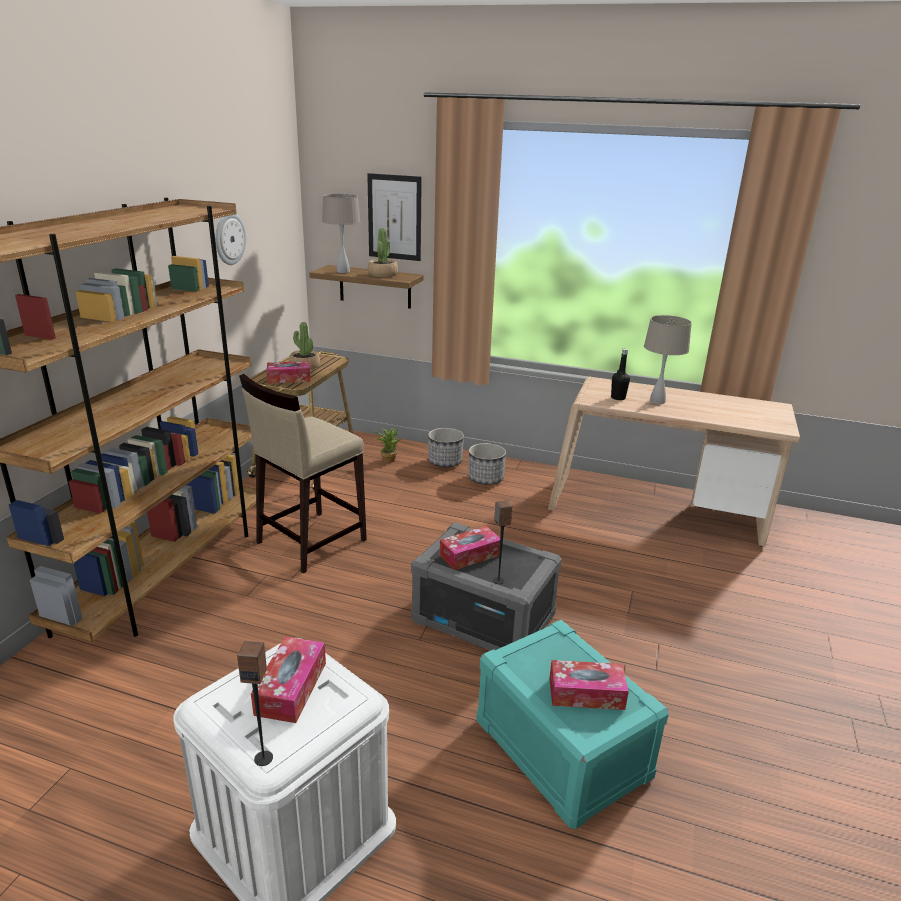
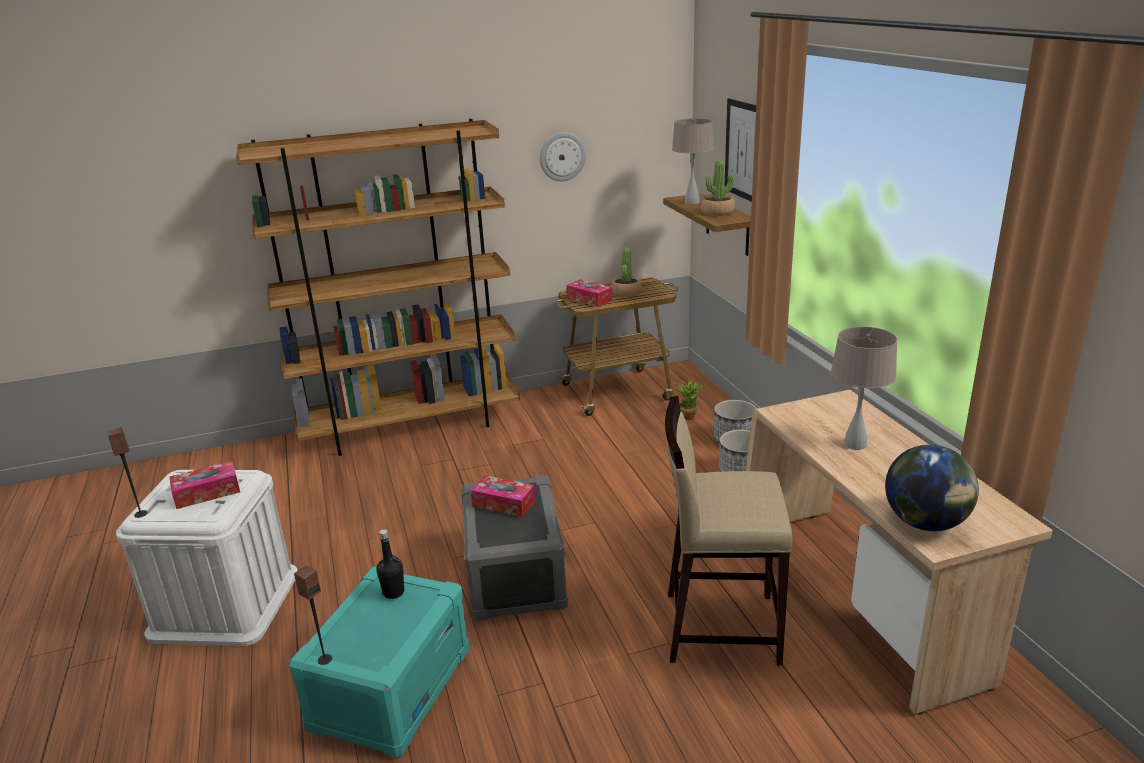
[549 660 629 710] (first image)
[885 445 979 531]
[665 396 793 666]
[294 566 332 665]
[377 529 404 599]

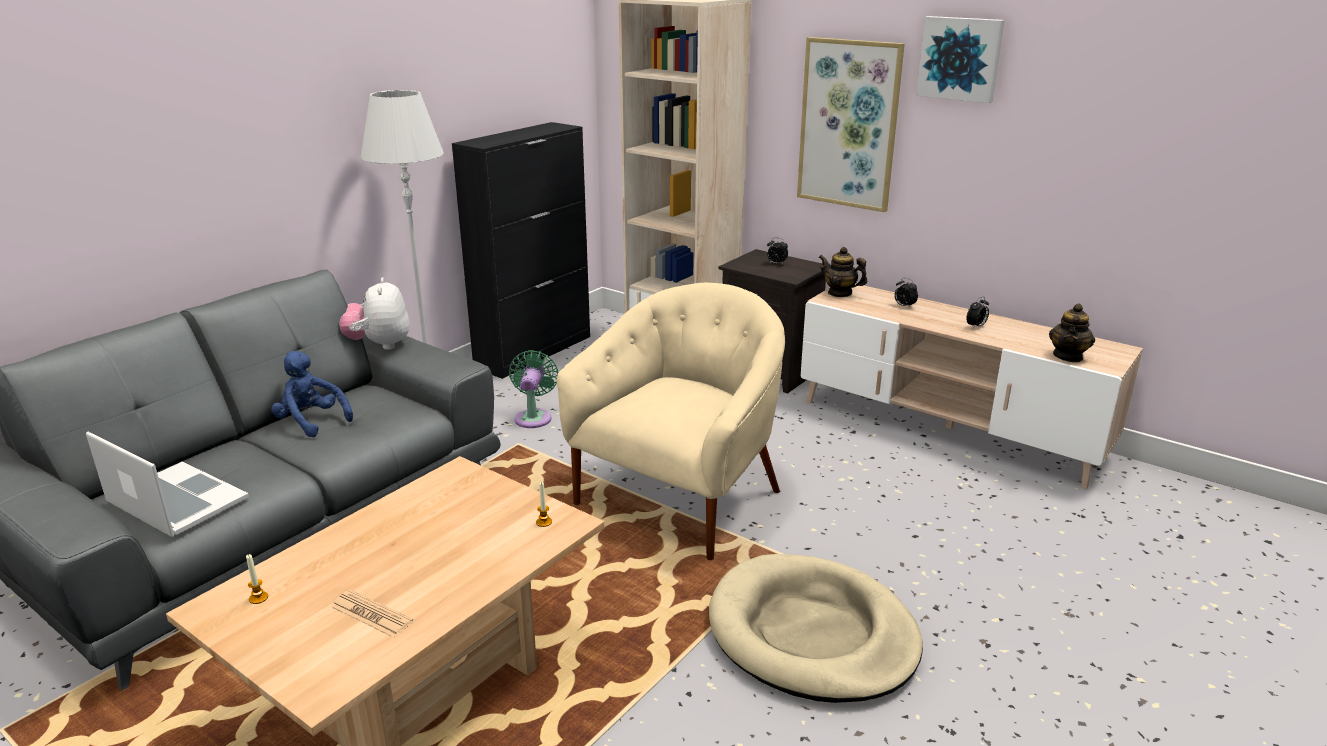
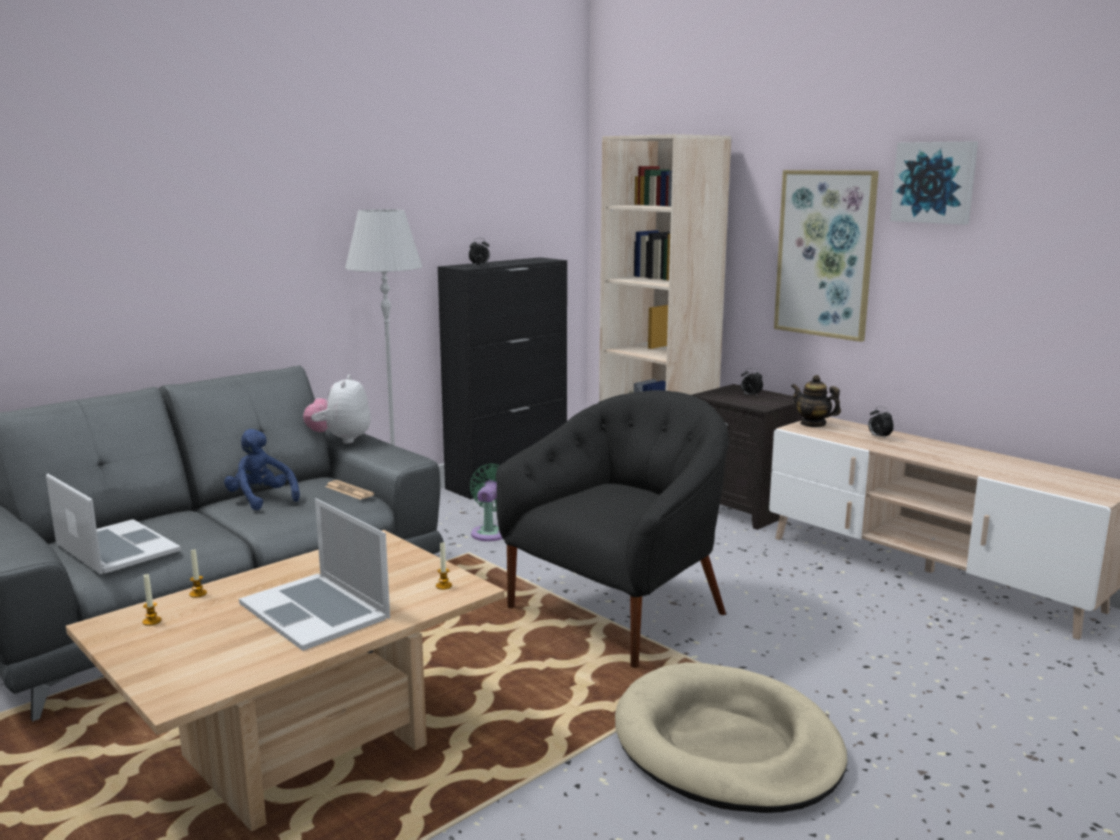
[1049 303 1095 362] (first image)
[189 549 207 598]
[239 498 390 651]
[325 480 374 500]
[469 238 490 266]
[496 390 729 668]

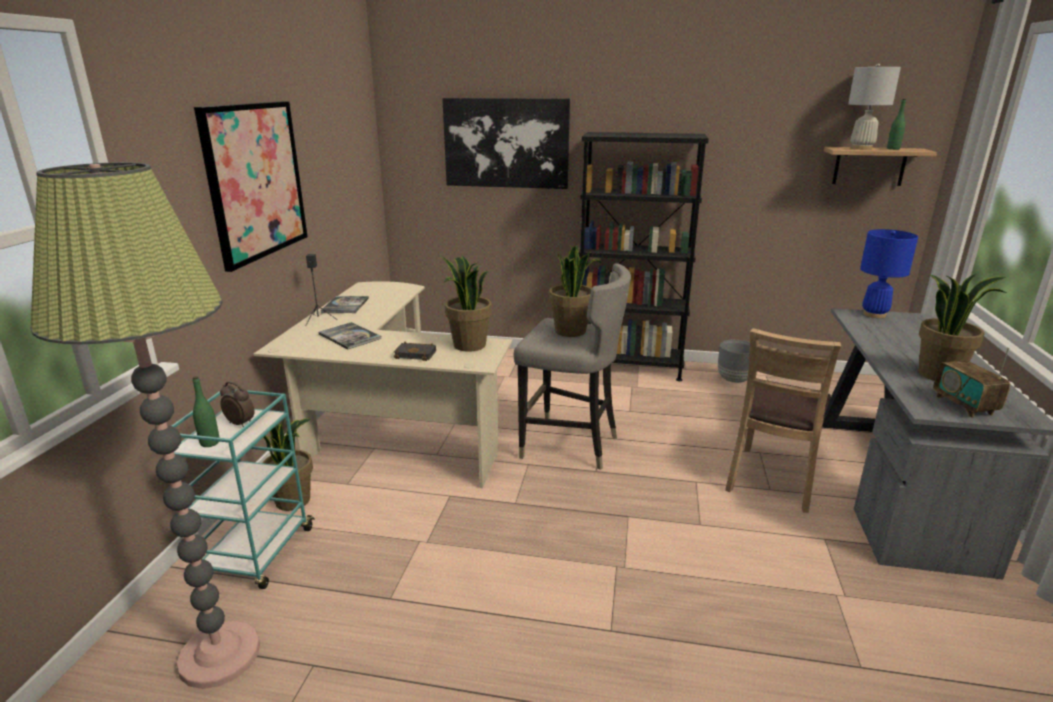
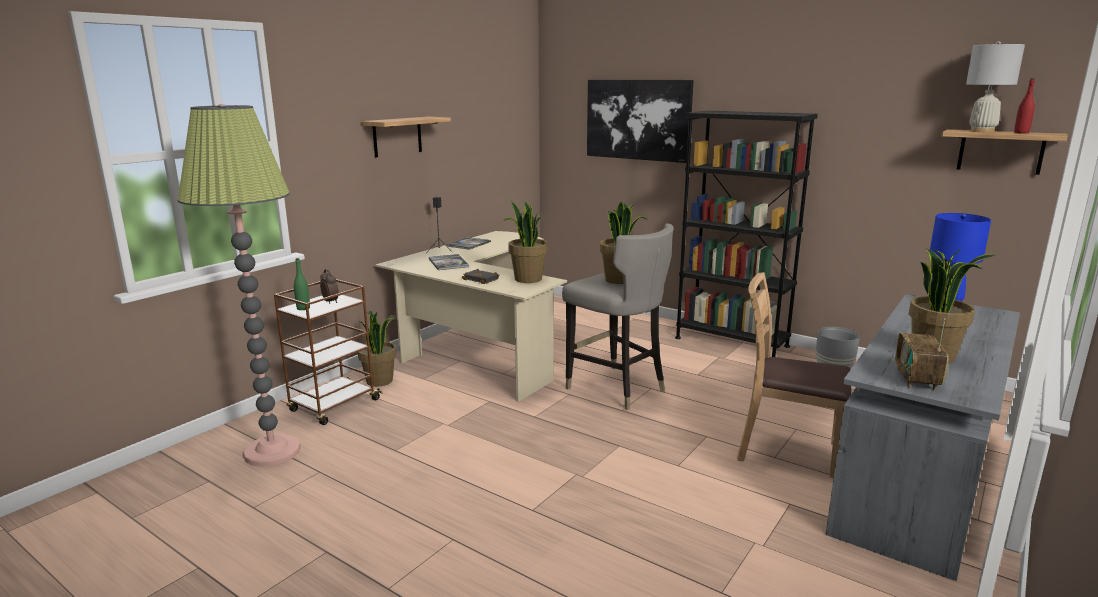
[361 117 451 157]
[274 279 383 425]
[1014 78 1035 133]
[737 272 851 478]

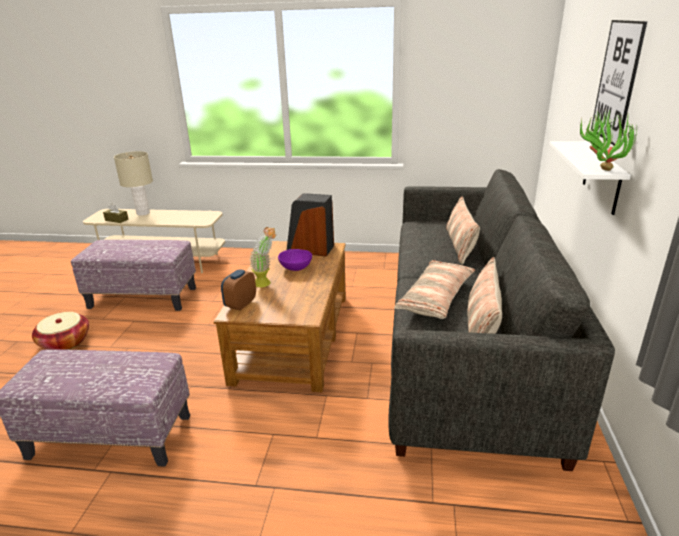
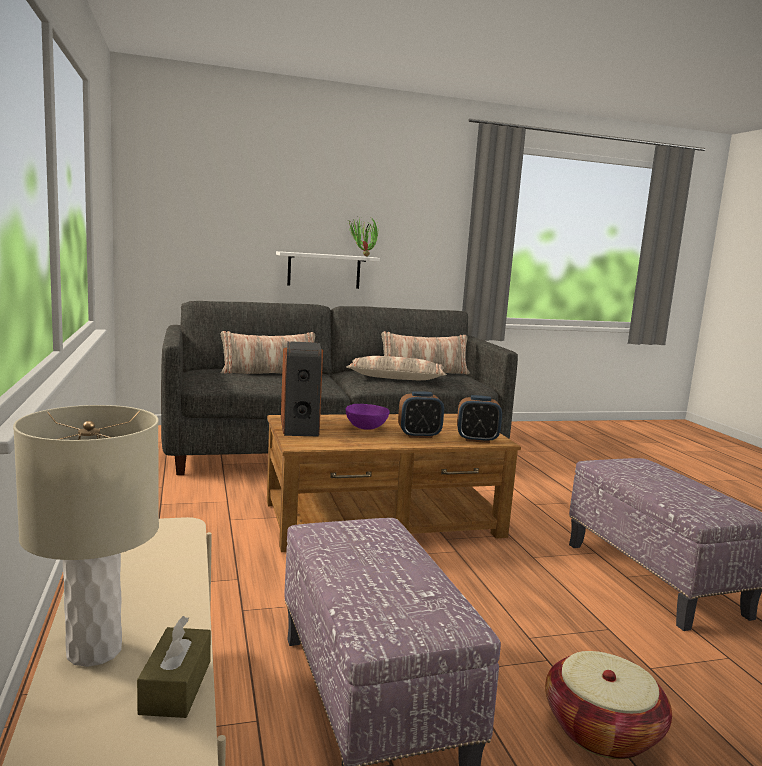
[591 20 647 145] (first image)
[398 391 444 438]

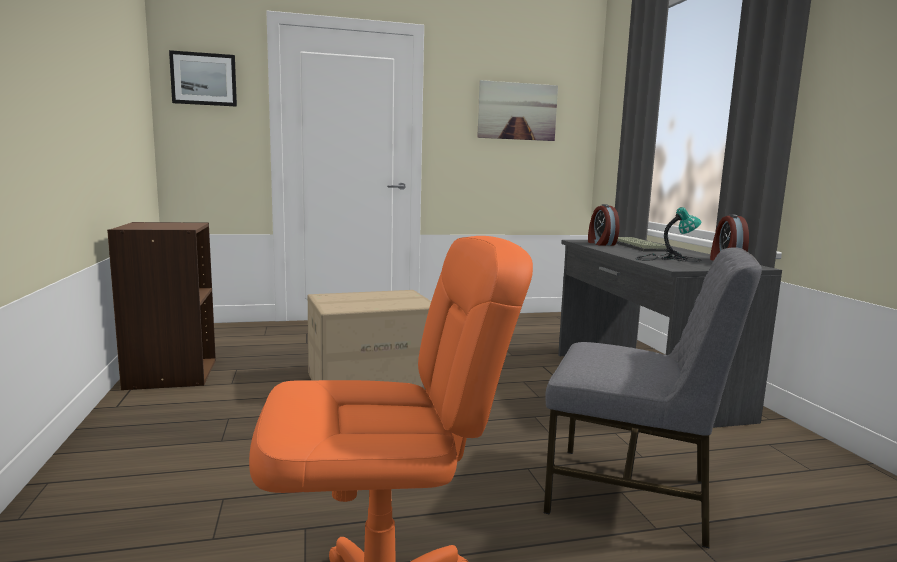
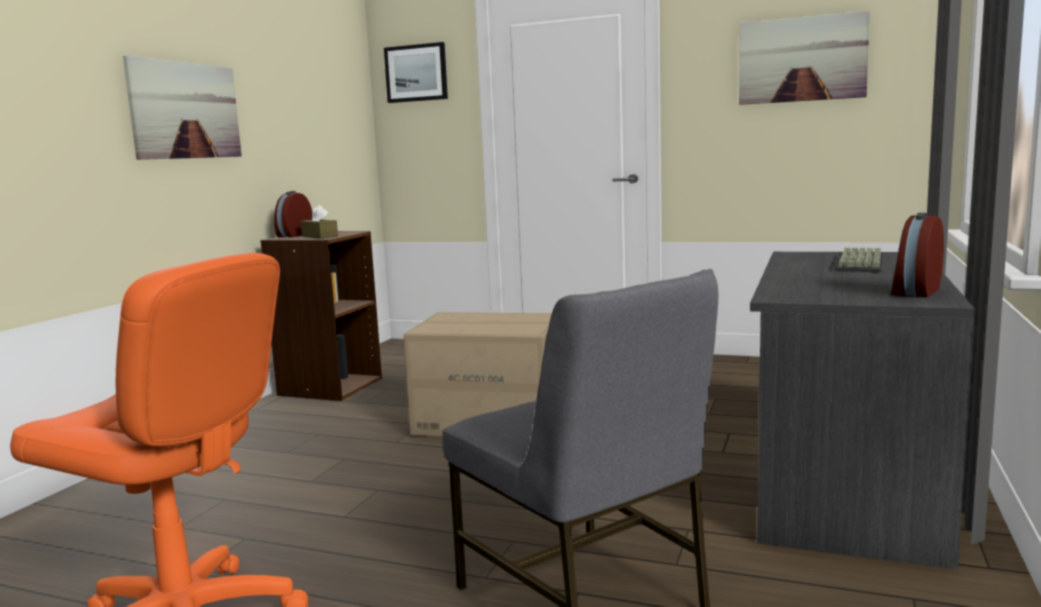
[635 207 701 262] (first image)
[123 55 242 160]
[301 205 338 239]
[274 191 313 237]

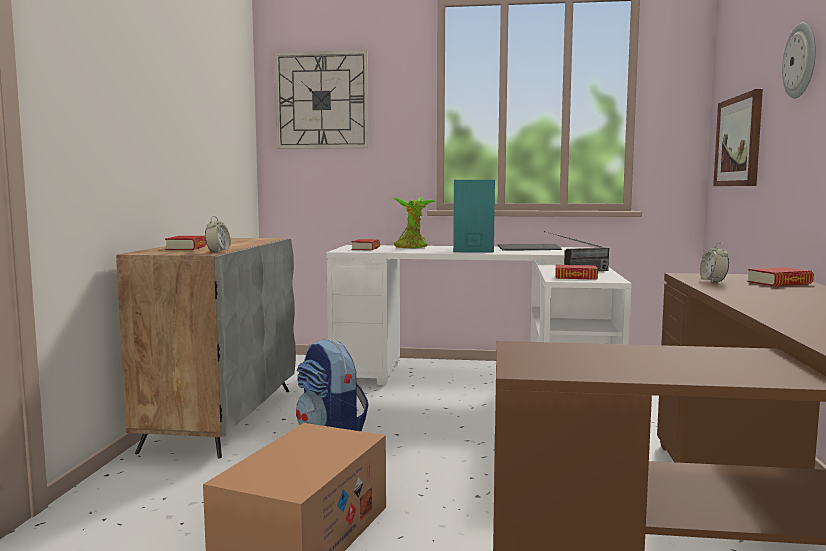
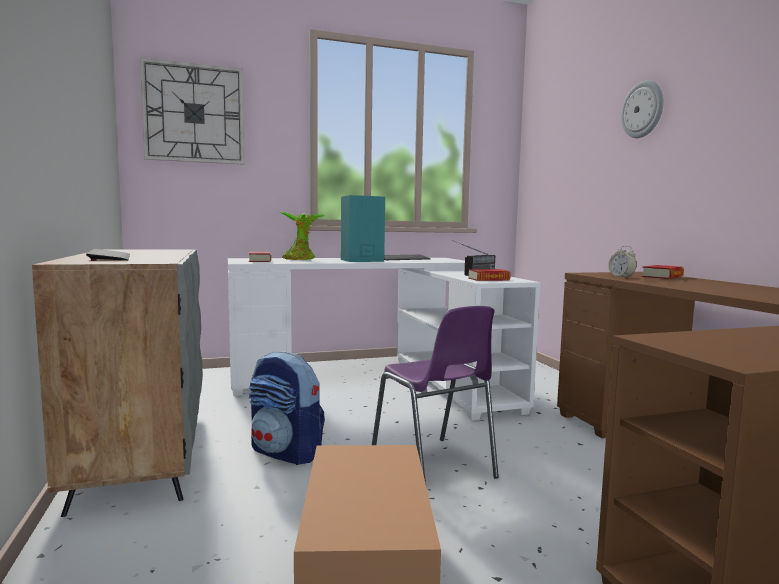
[205 216 231 253] (first image)
[713 89 763 186] (first image)
[372 306 499 483]
[86 249 130 261]

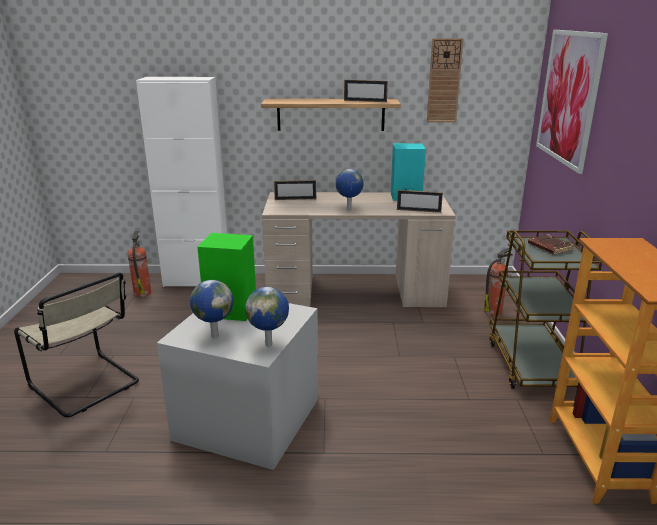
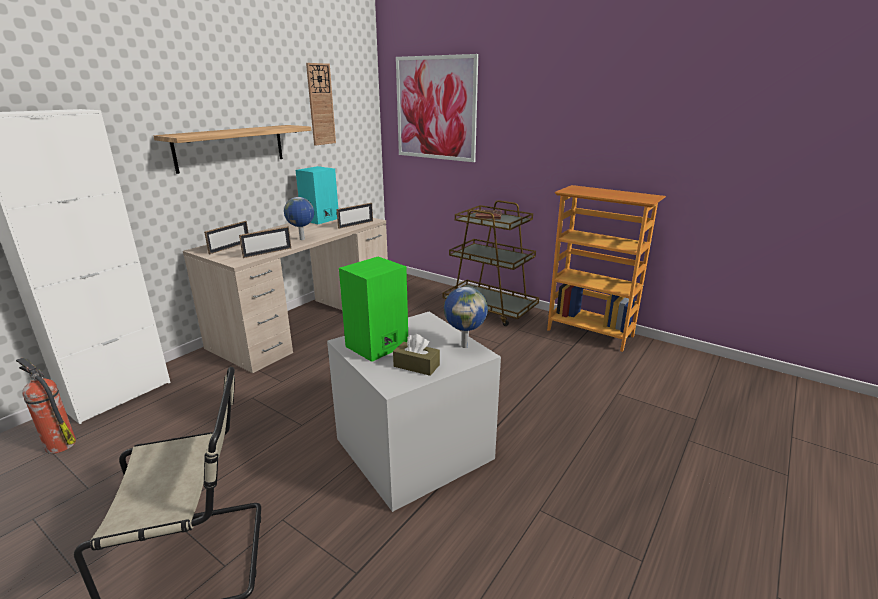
[484 248 513 316] (first image)
[239 226 291 258]
[393 334 440 376]

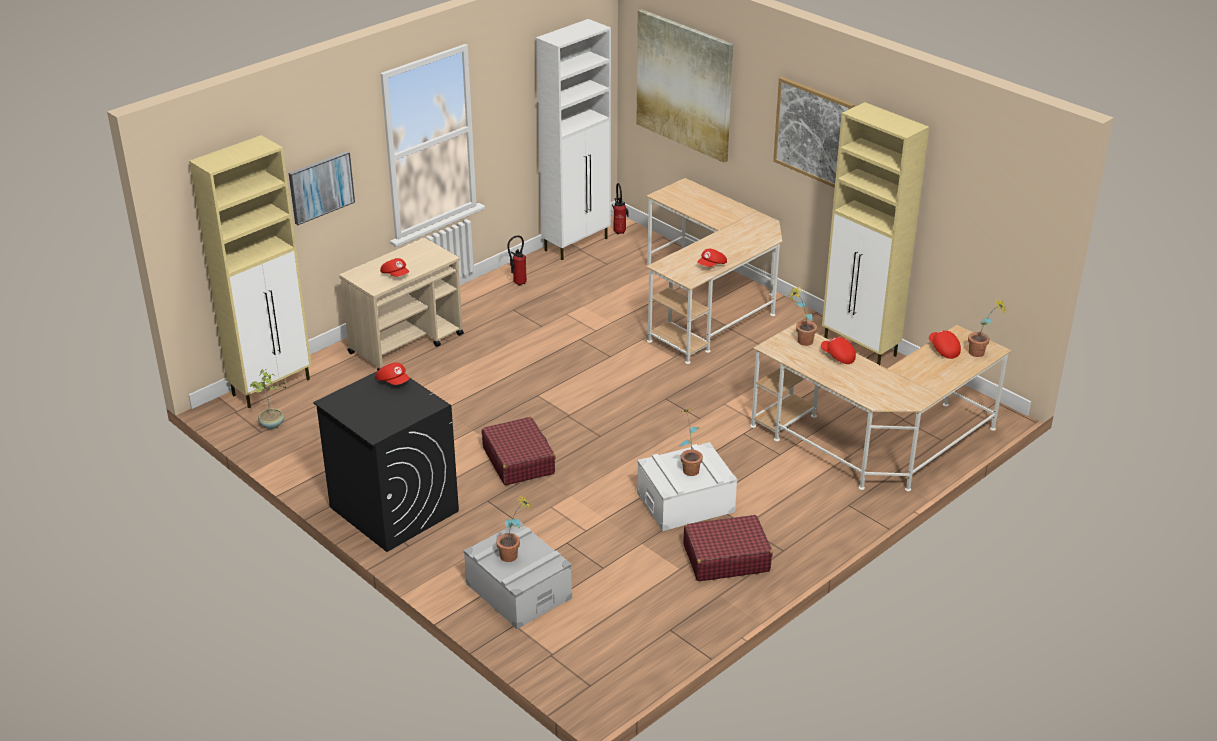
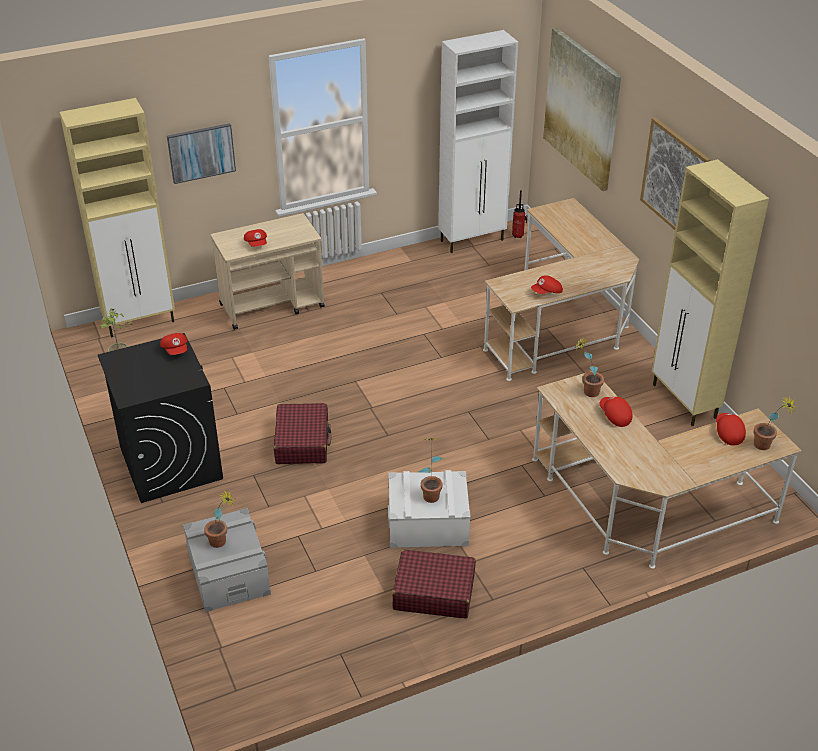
[508 235 527 286] (first image)

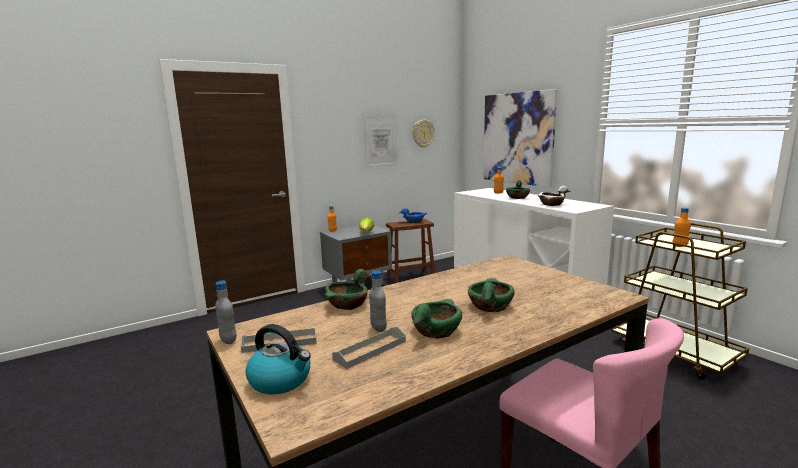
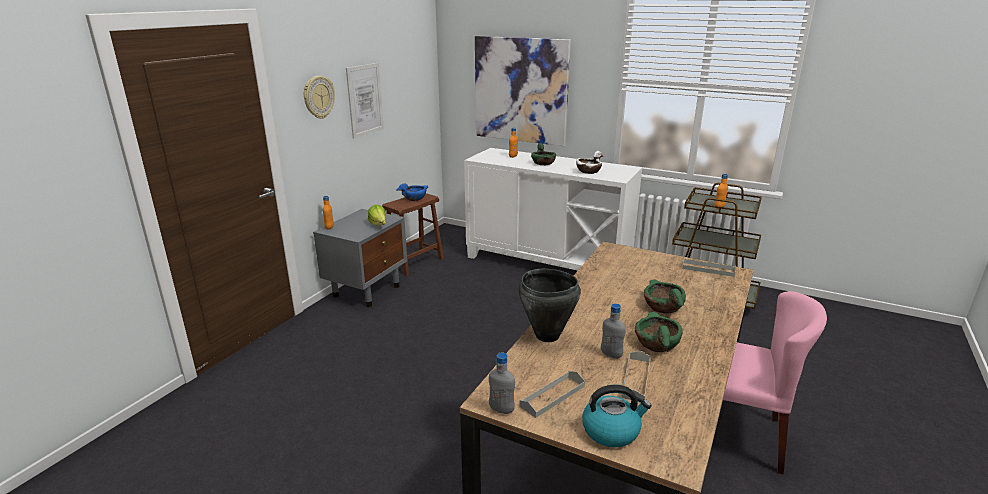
[682 258 736 277]
[304 76 335 119]
[519 269 581 342]

